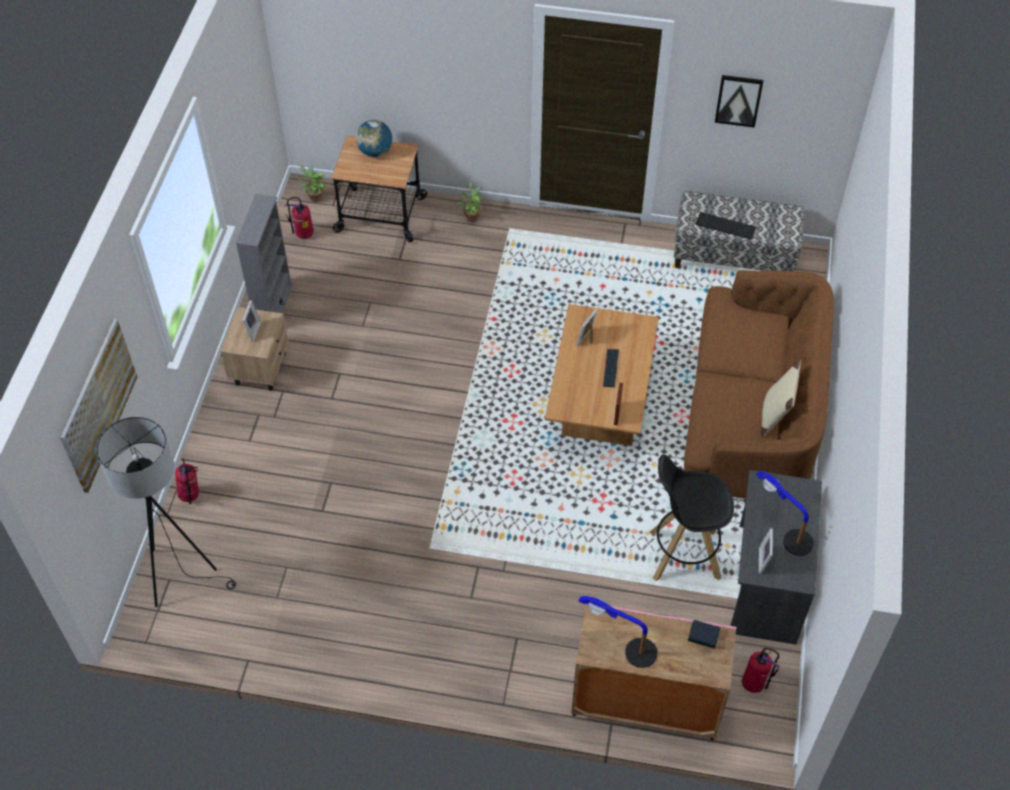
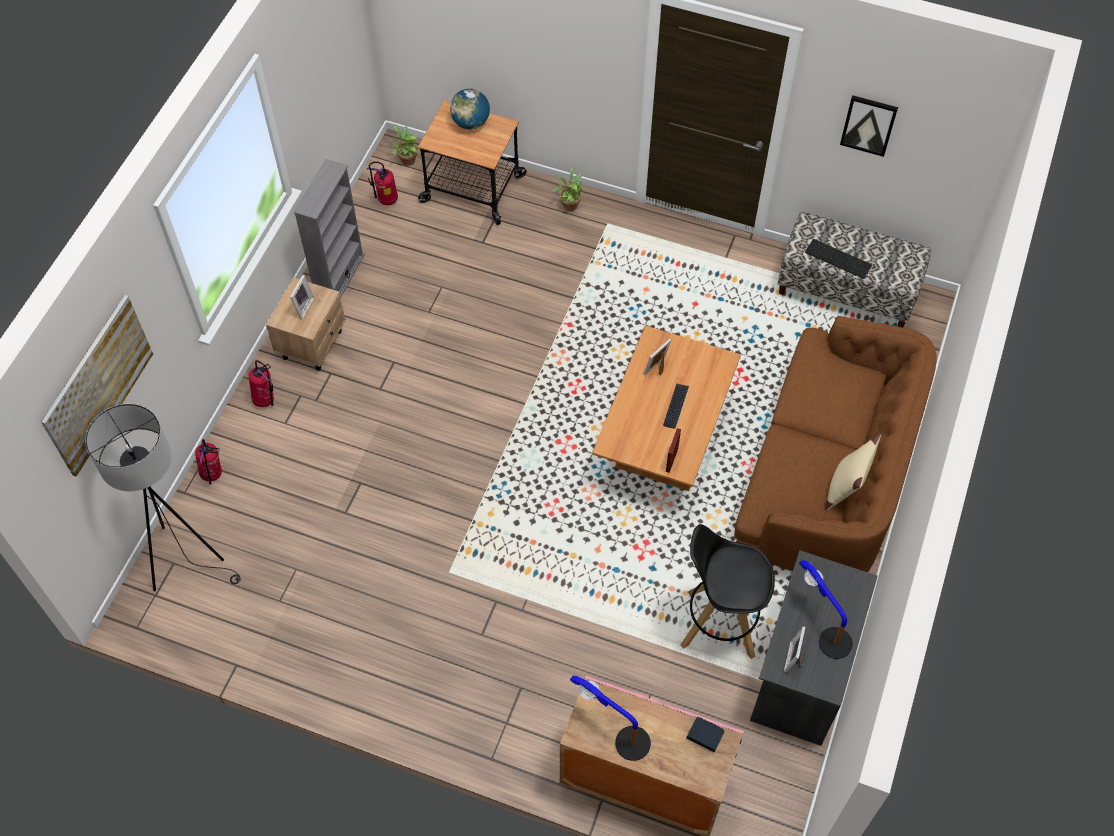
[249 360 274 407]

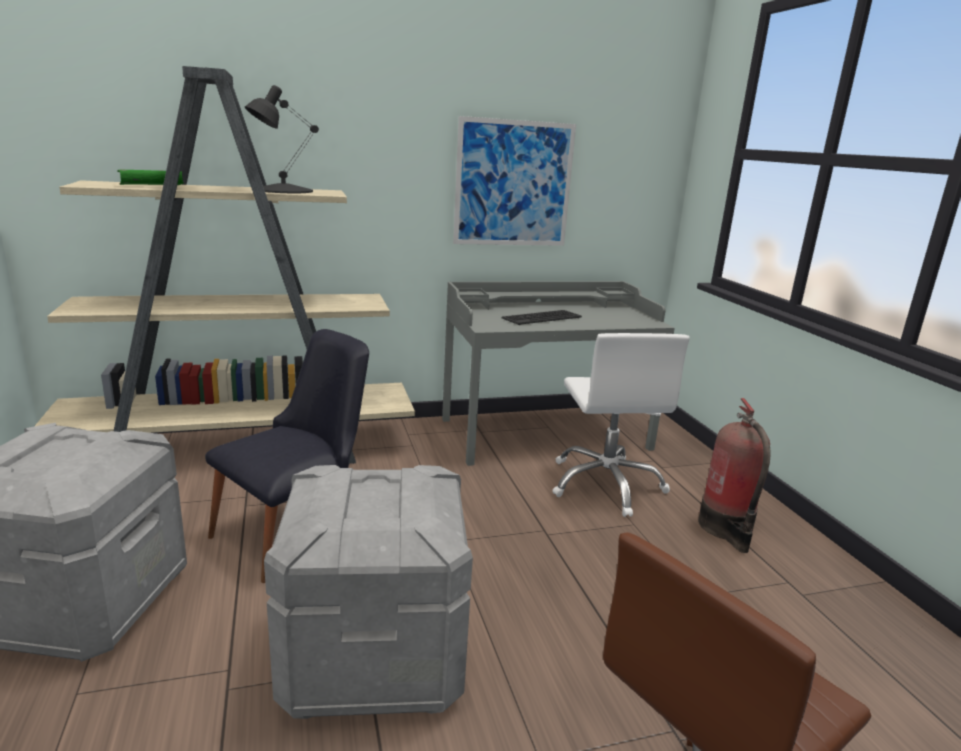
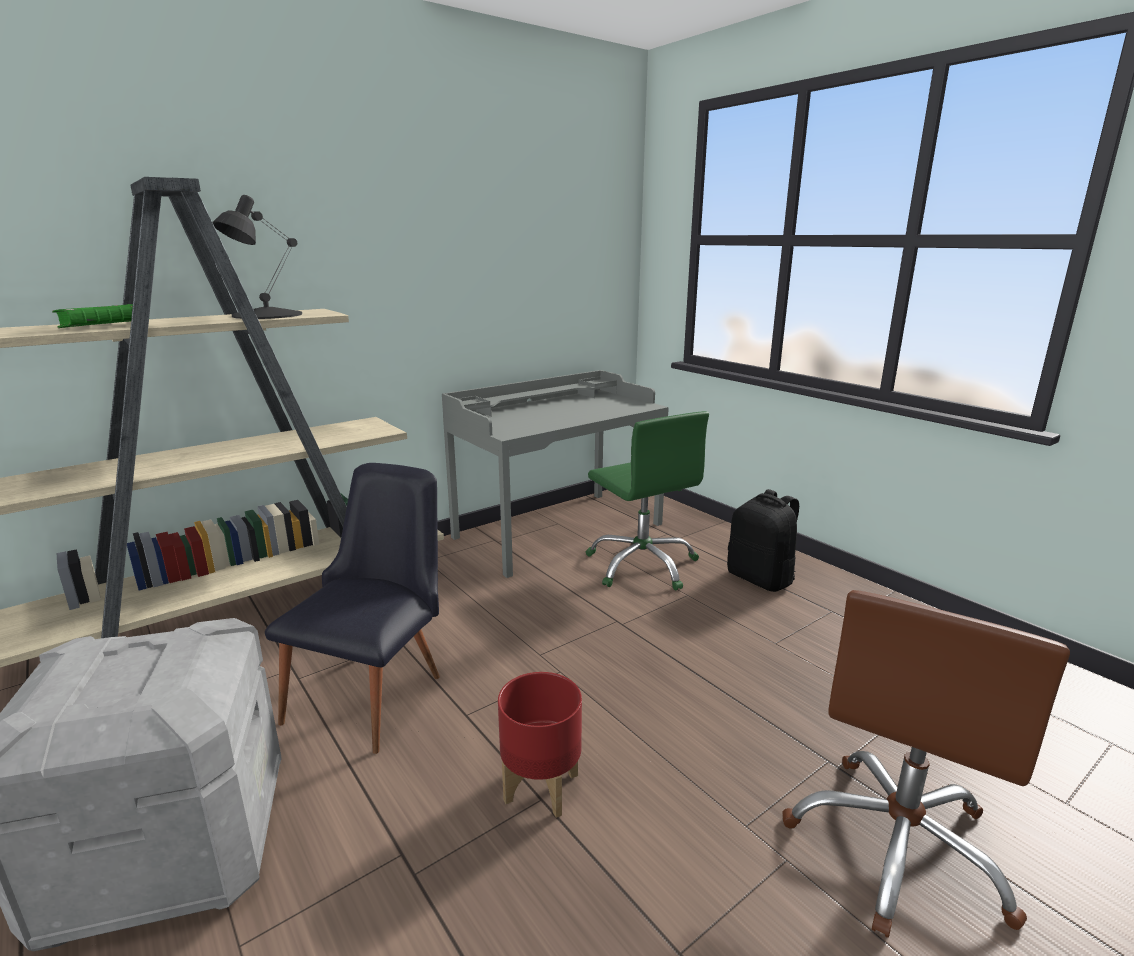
[453 116 576 246] (first image)
[502 310 582 325] (first image)
[498 672 582 818]
[727 489 799 592]
[586 411 709 590]

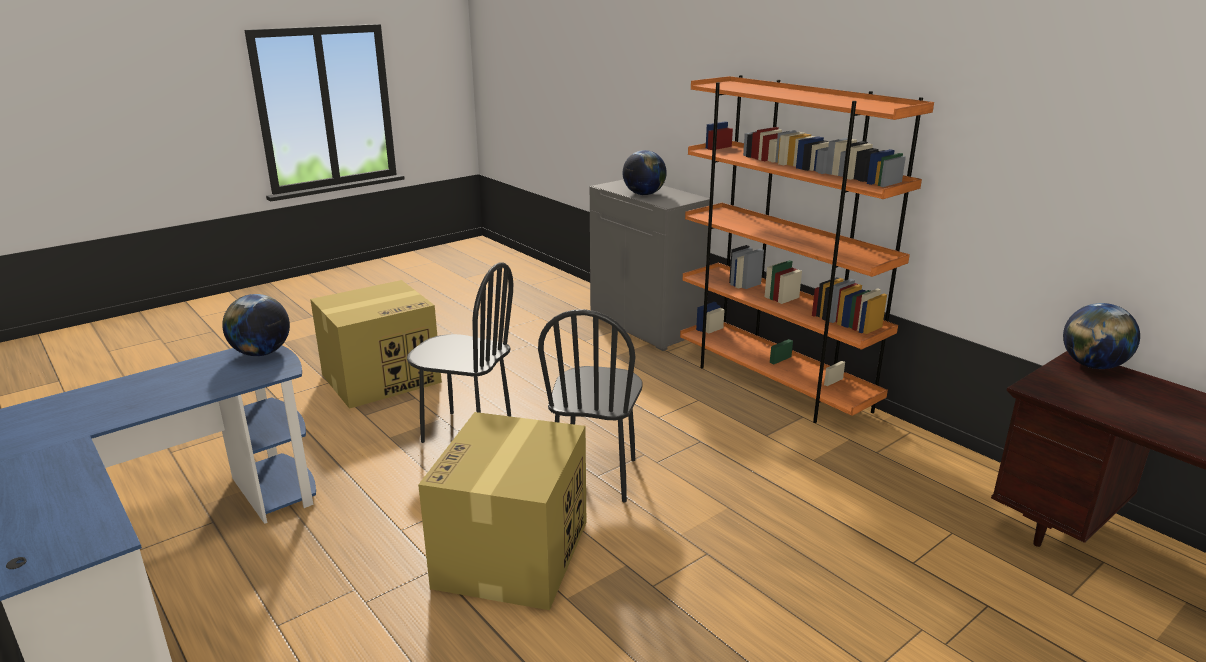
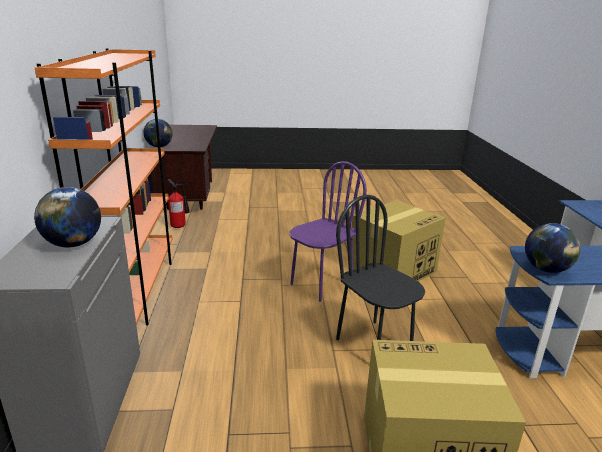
[168 179 190 228]
[289 161 367 302]

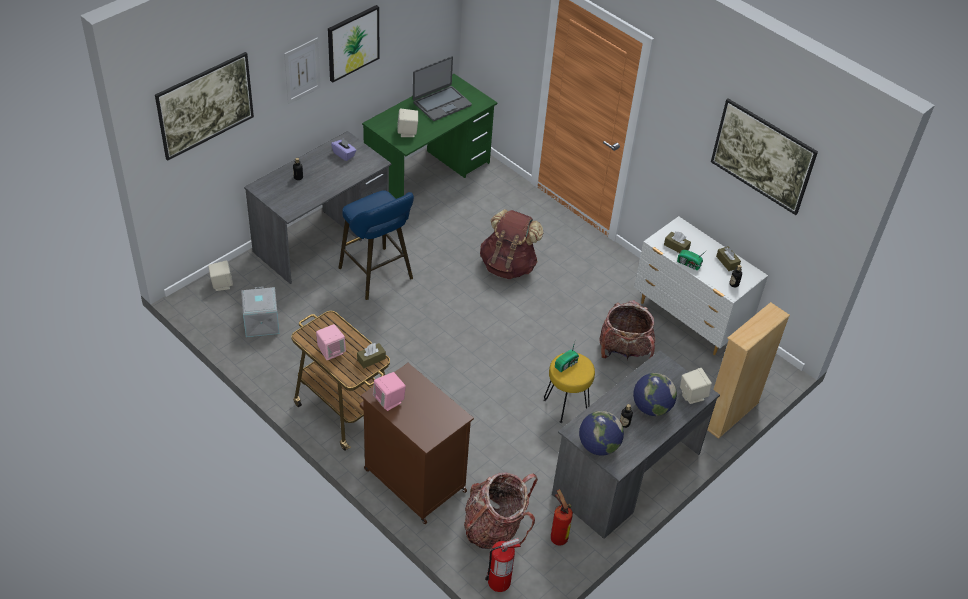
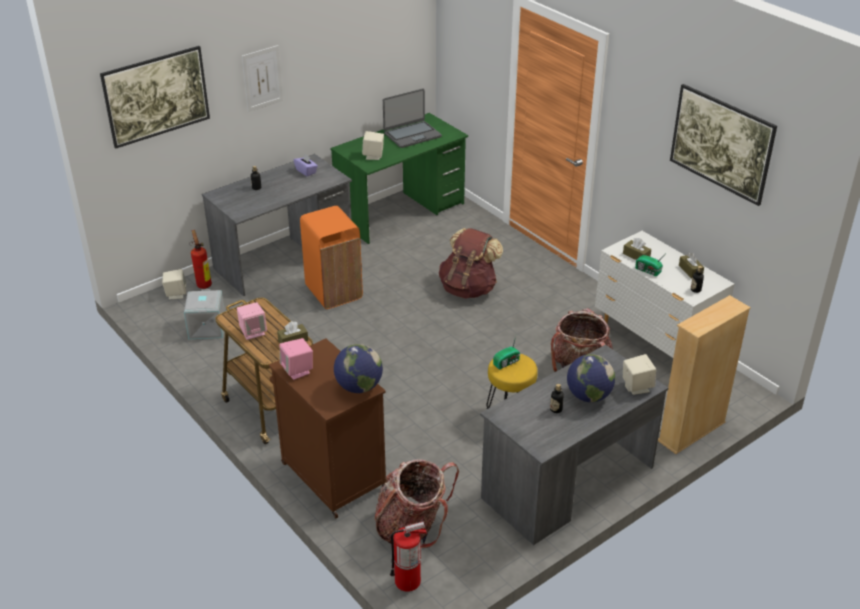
[328 5 380 83] (first image)
[189 230 212 289]
[334 344 383 393]
[300 206 363 309]

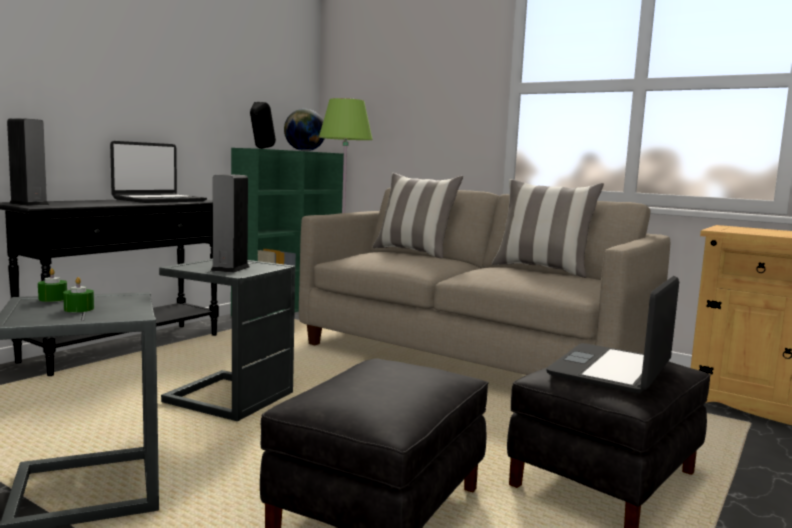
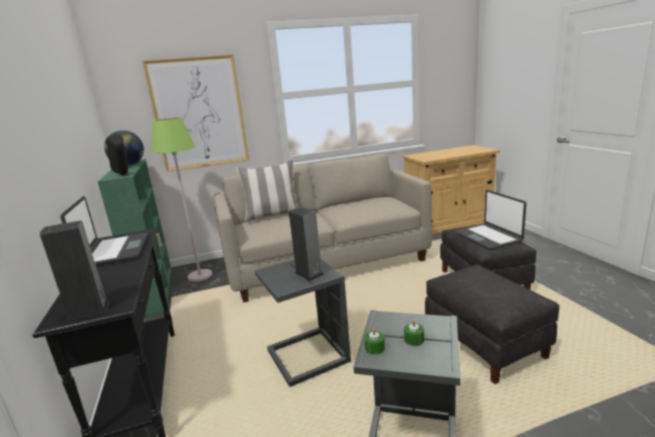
[492 179 604 278] (first image)
[142 55 249 172]

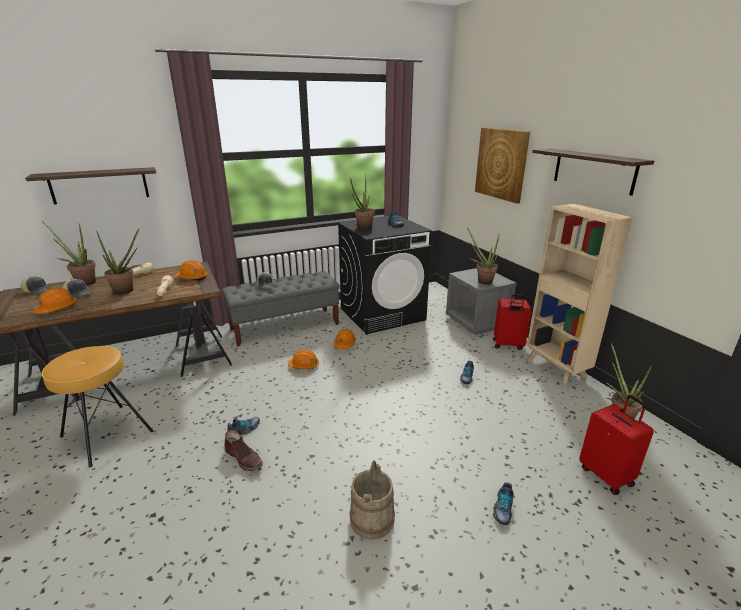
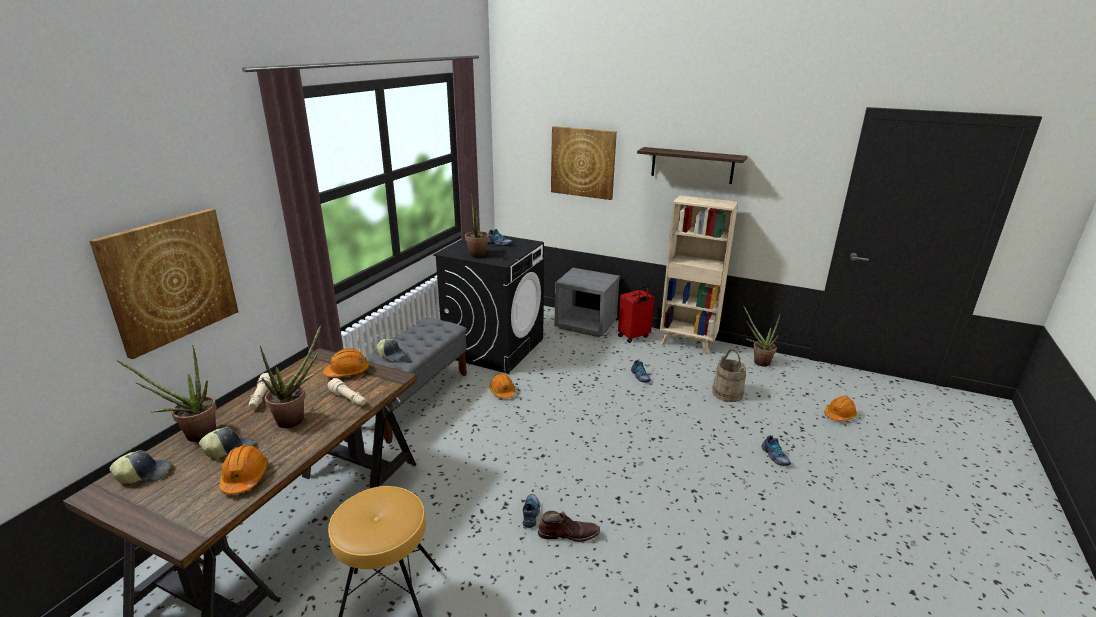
[467 227 499 285] (first image)
[579 395 654 495] (first image)
[824 396 857 421]
[712 349 746 402]
[89 208 239 359]

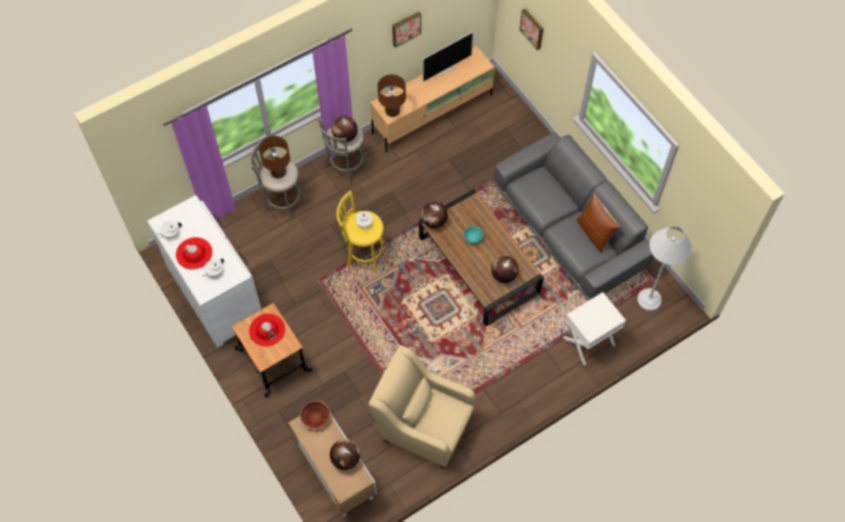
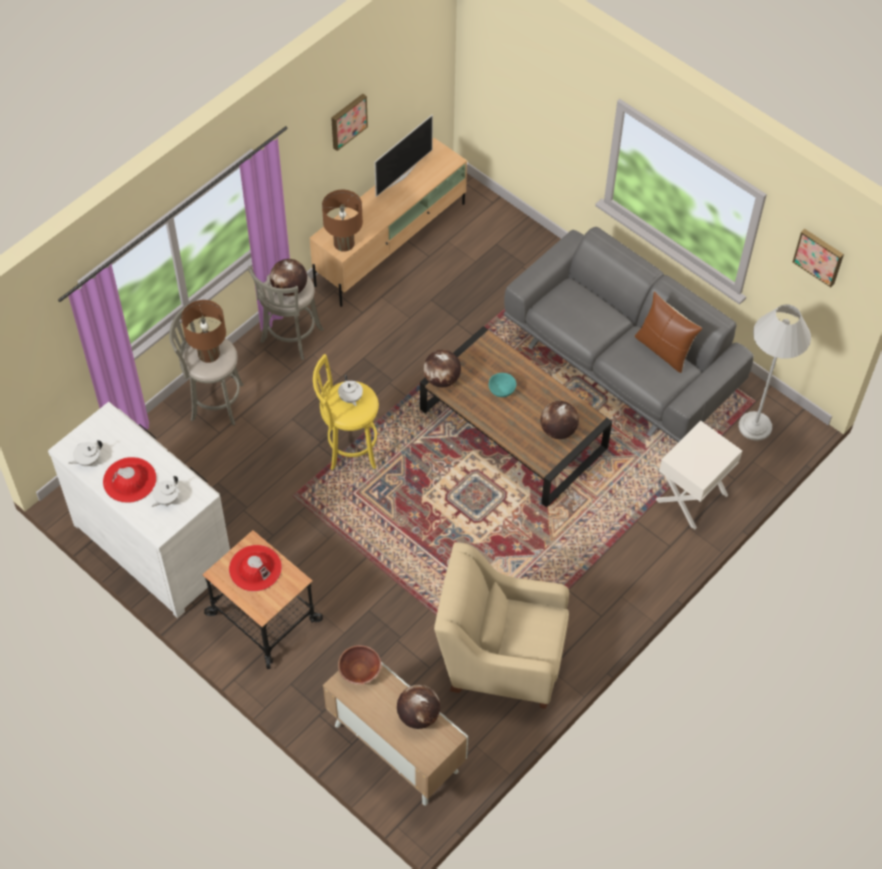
[793 229 844 287]

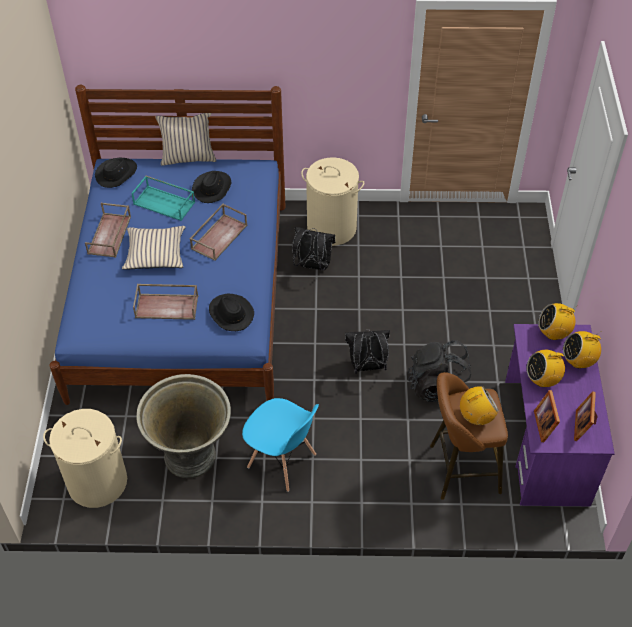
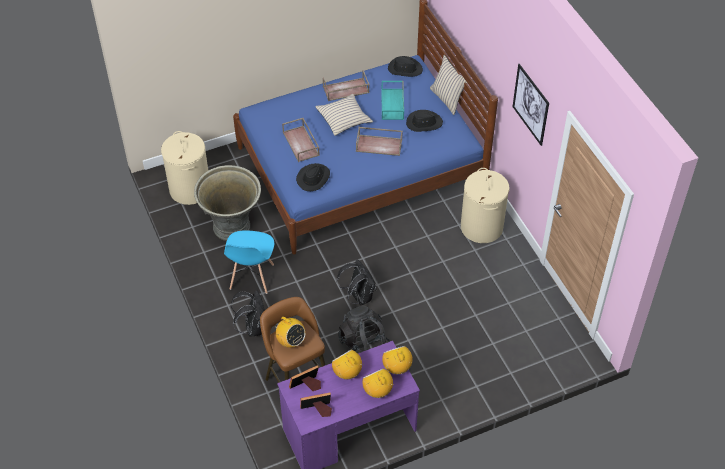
[512 64 549 146]
[231 290 265 337]

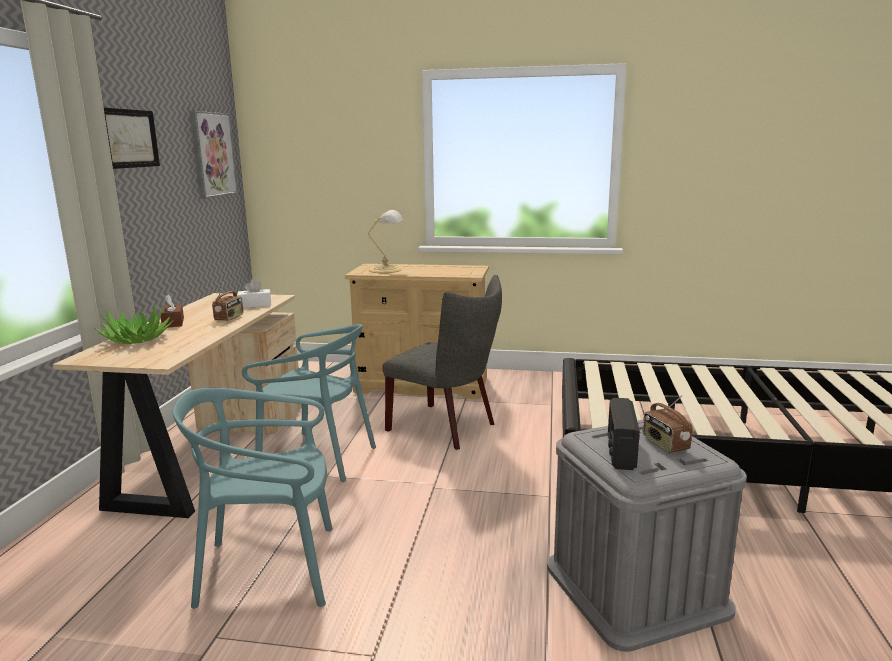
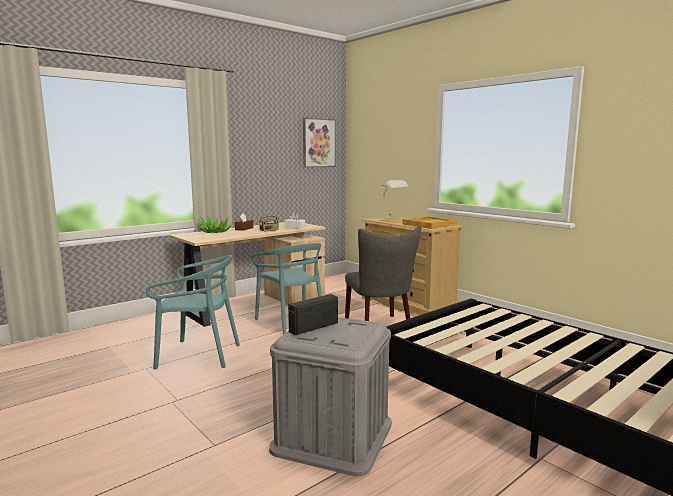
[103 107 160 169] (first image)
[643 395 692 453] (first image)
[403 216 457 229]
[146 255 240 369]

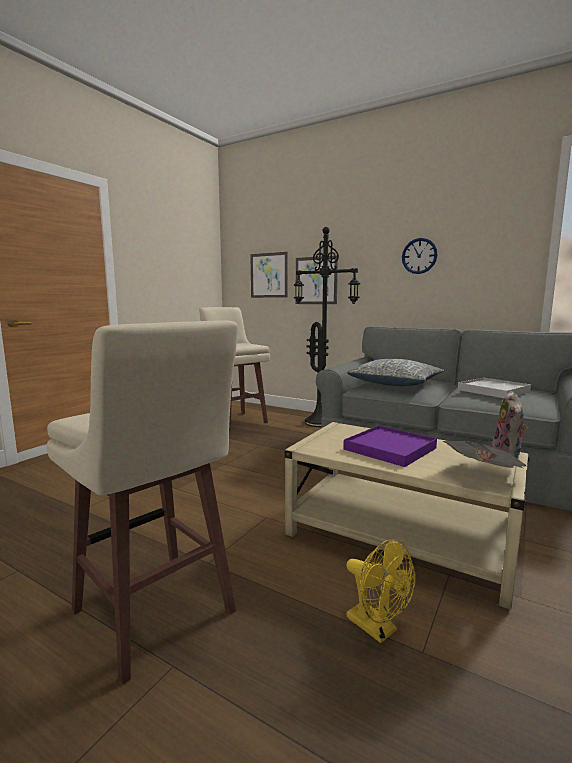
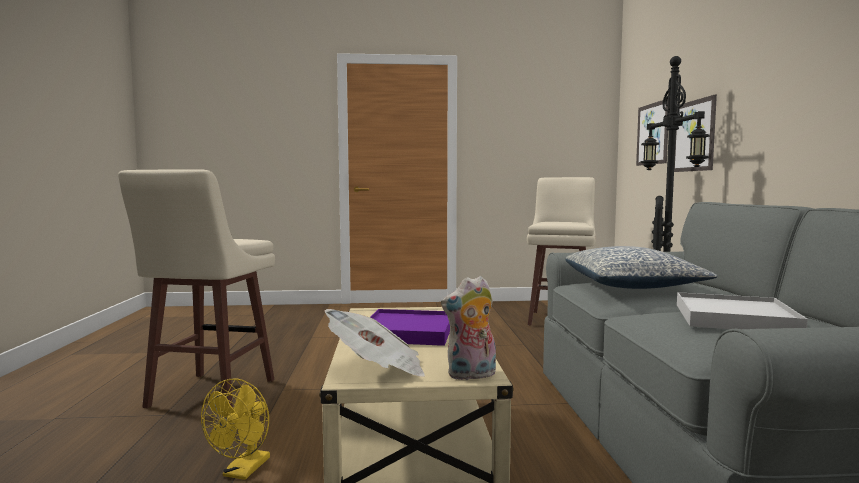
[402 238 437 274] (first image)

